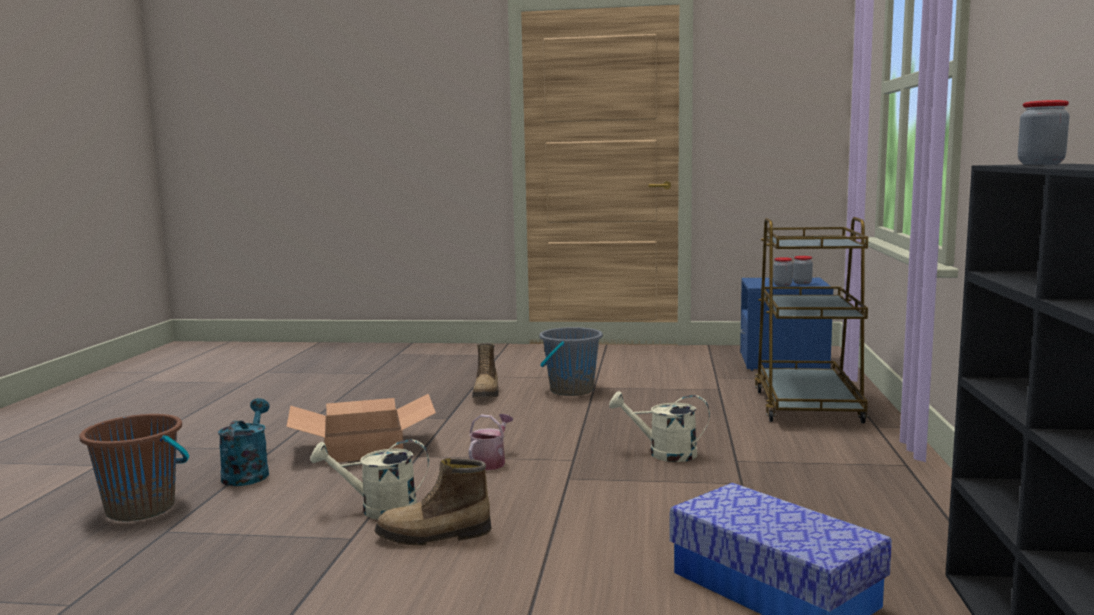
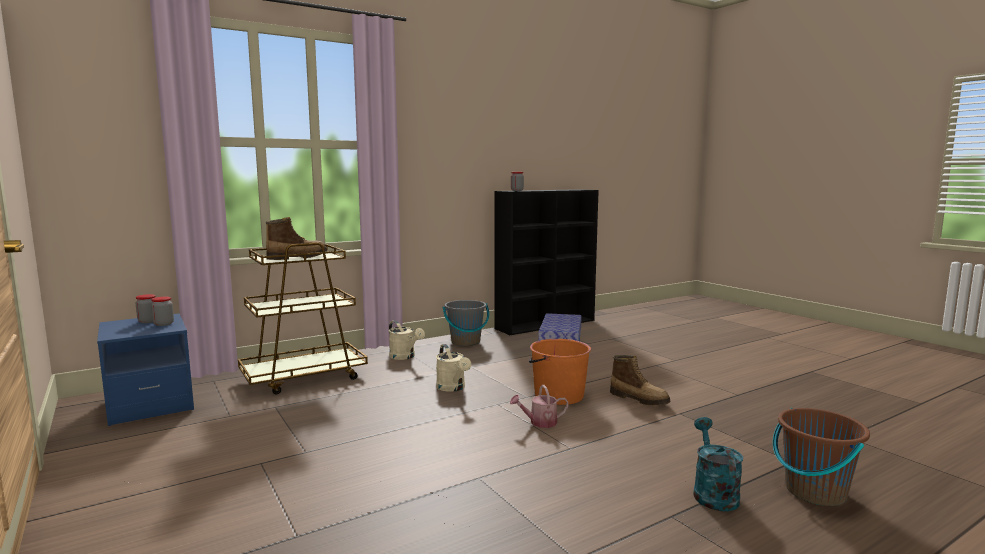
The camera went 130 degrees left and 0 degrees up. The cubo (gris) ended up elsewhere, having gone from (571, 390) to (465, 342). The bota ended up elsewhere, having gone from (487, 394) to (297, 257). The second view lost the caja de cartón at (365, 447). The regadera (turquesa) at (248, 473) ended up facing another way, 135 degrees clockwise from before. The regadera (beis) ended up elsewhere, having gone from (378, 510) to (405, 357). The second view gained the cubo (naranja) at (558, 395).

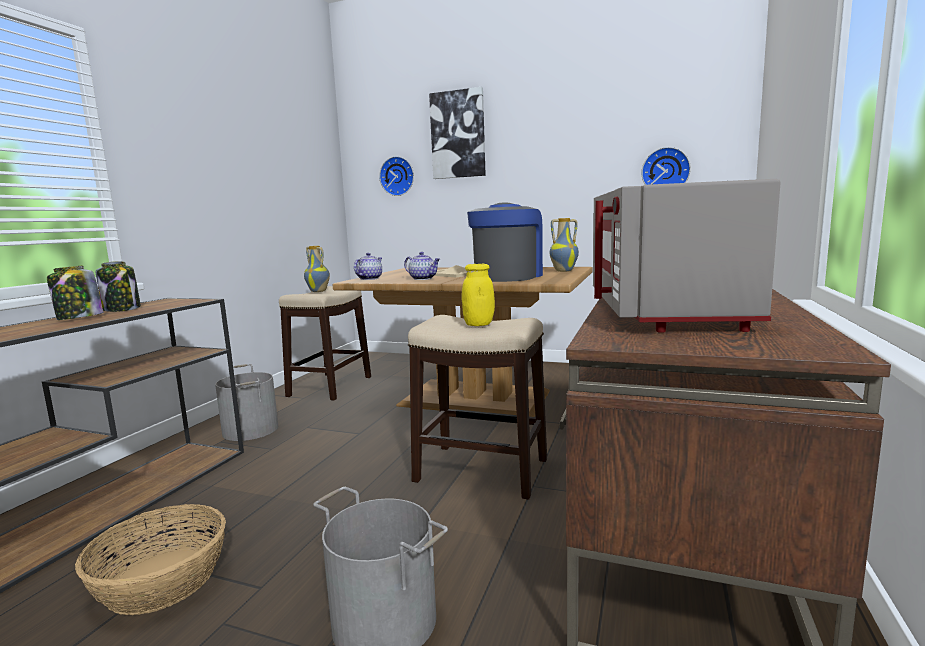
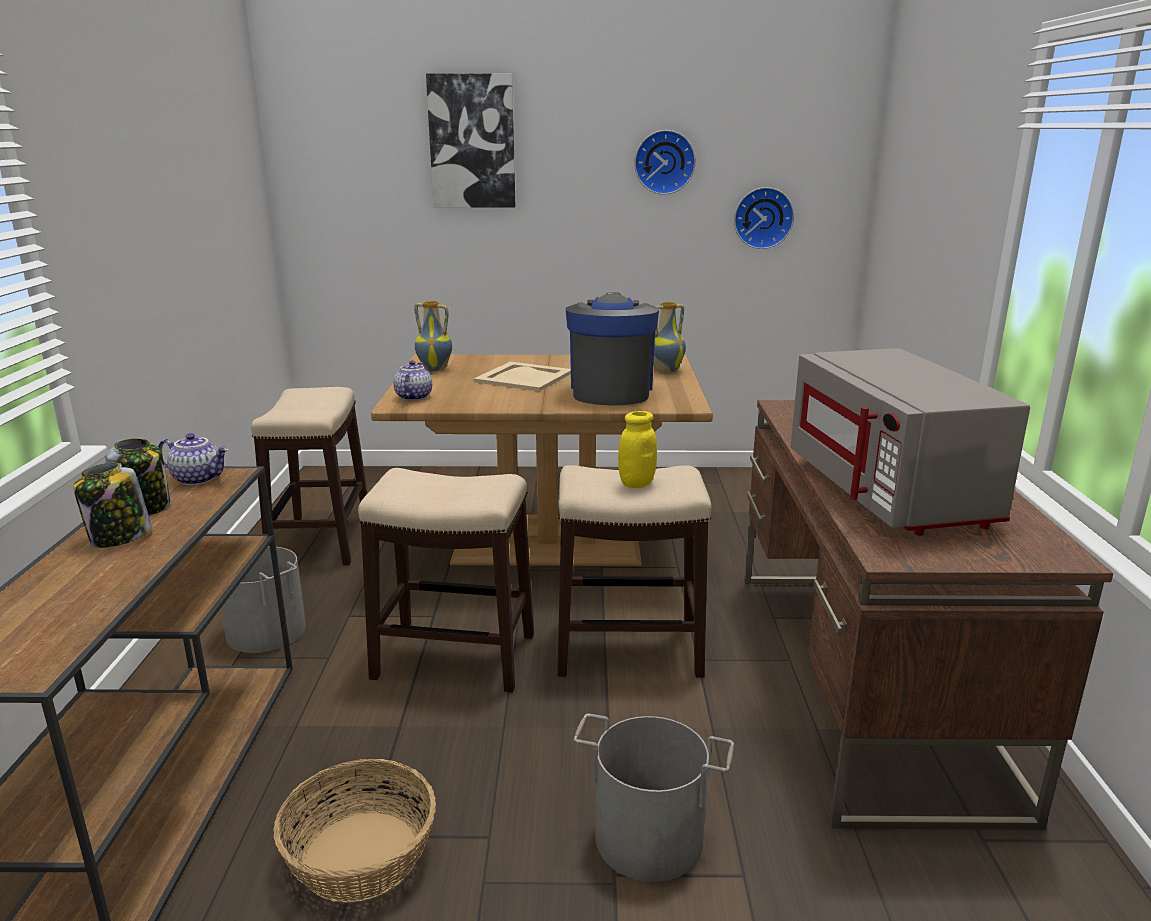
The camera went 20 degrees left and 10 degrees up. The reloj de pared ended up elsewhere, having gone from (398, 176) to (664, 162). The florero ended up elsewhere, having gone from (319, 291) to (435, 369). The tetera ended up elsewhere, having gone from (423, 279) to (199, 479). The second view gained the taburete at (453, 656).

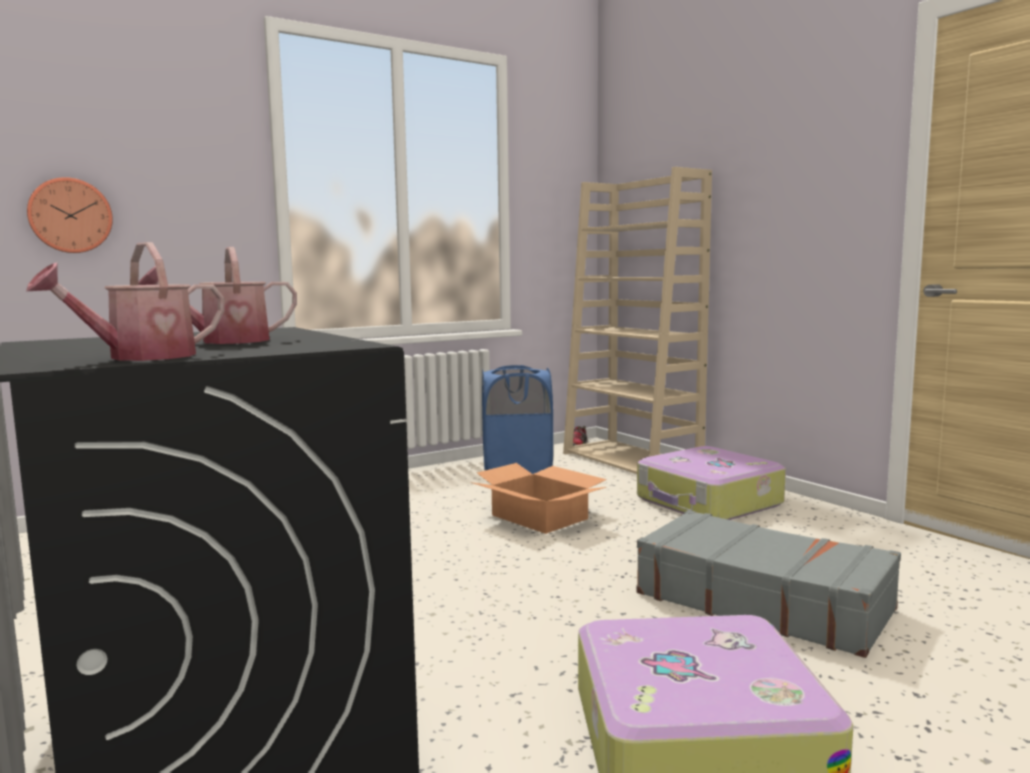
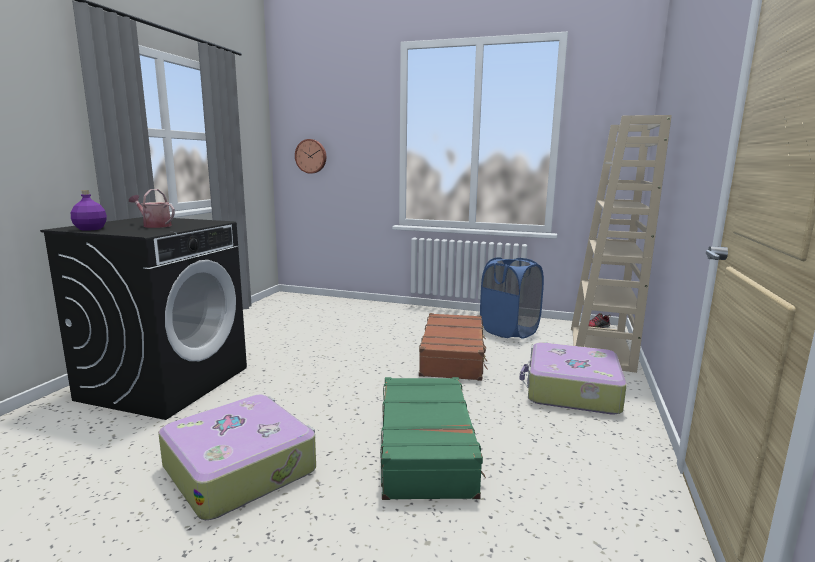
The camera went 50 degrees right and 5 degrees up. Where the regadera stood at (140, 357), the botella (morado) came to stand at (90, 229). Where the caja de cartón stood at (539, 517), the maleta (marrón) came to stand at (453, 356). What was the maleta (gris) at (762, 601) turned into the maleta (verde) at (427, 448).

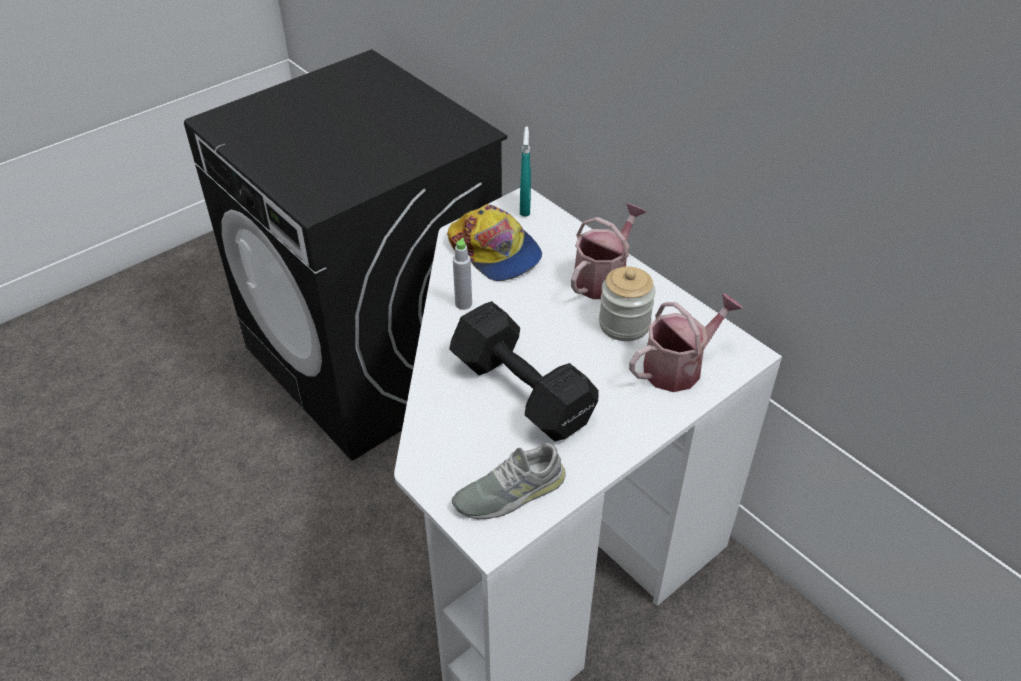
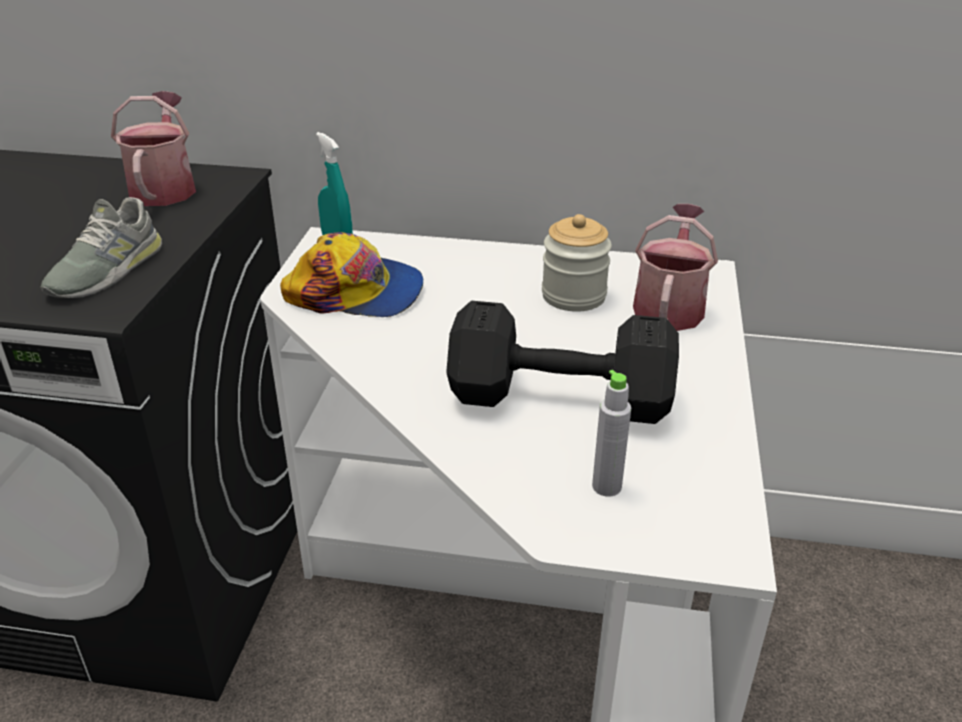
The camera went 40 degrees left and 10 degrees down. The regadera ended up elsewhere, having gone from (603, 277) to (164, 187). The botella (gris) ended up elsewhere, having gone from (463, 304) to (606, 486). The zapato (gris) ended up elsewhere, having gone from (510, 492) to (106, 270).

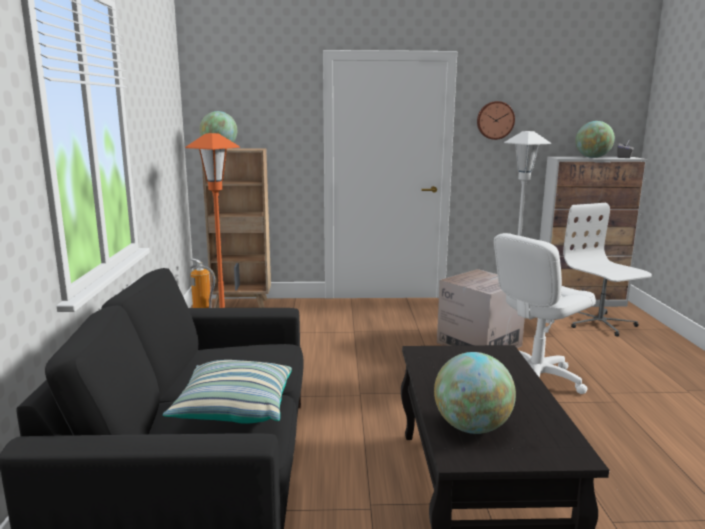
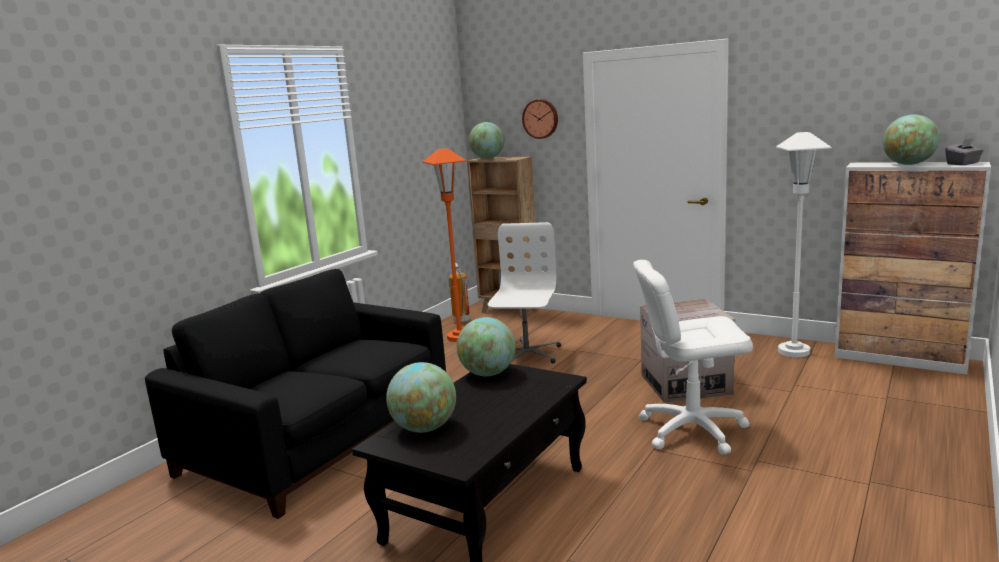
The camera went 35 degrees right and 0 degrees up. The reloj de pared ended up elsewhere, having gone from (495, 120) to (541, 119). The silla de oficina (blanco) ended up elsewhere, having gone from (599, 323) to (526, 354). The second view lost the cojín at (234, 409). The second view gained the globo terráqueo at (488, 373).

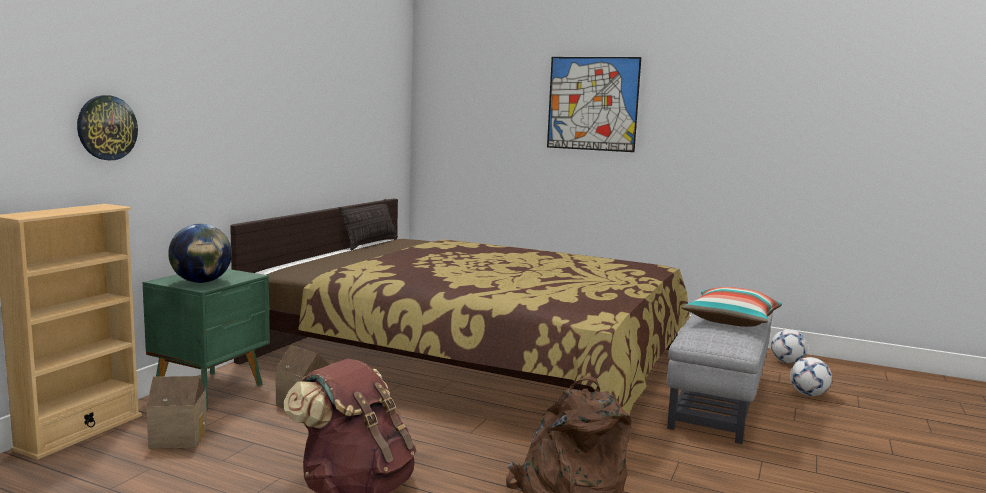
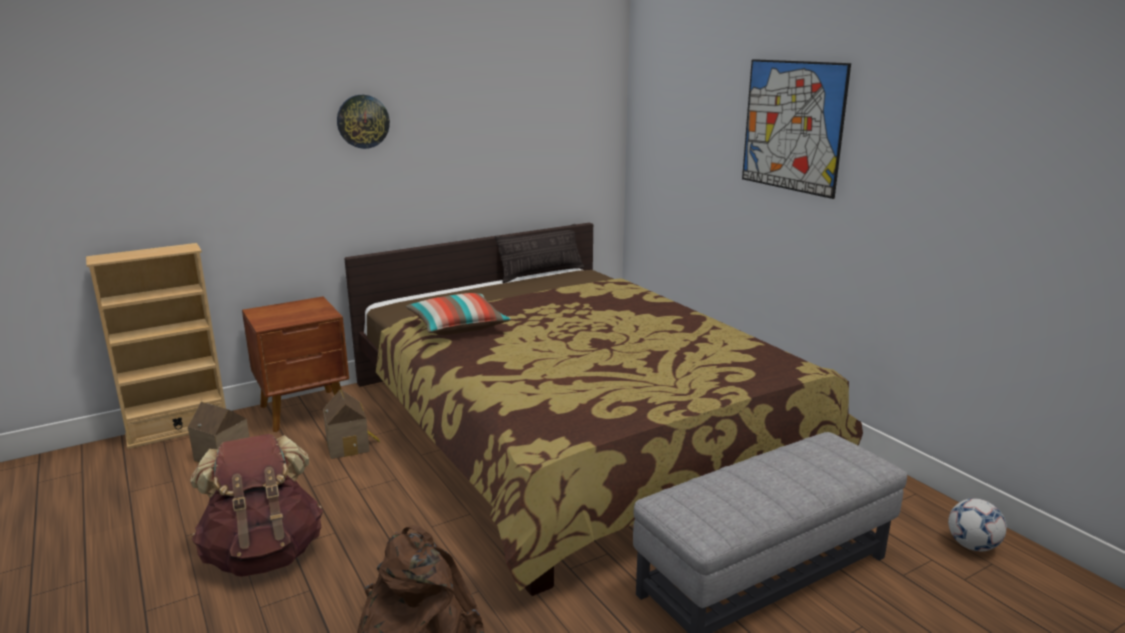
The camera went 35 degrees right and 10 degrees up. The reloj de pared ended up elsewhere, having gone from (107, 127) to (363, 121). The second view lost the globo terráqueo at (201, 282). What was the mesita de noche (verde) at (211, 390) turned into the mesita de noche (marrón) at (305, 410). The cojín ended up elsewhere, having gone from (731, 320) to (458, 327). The second view lost the balón de fútbol at (808, 394).

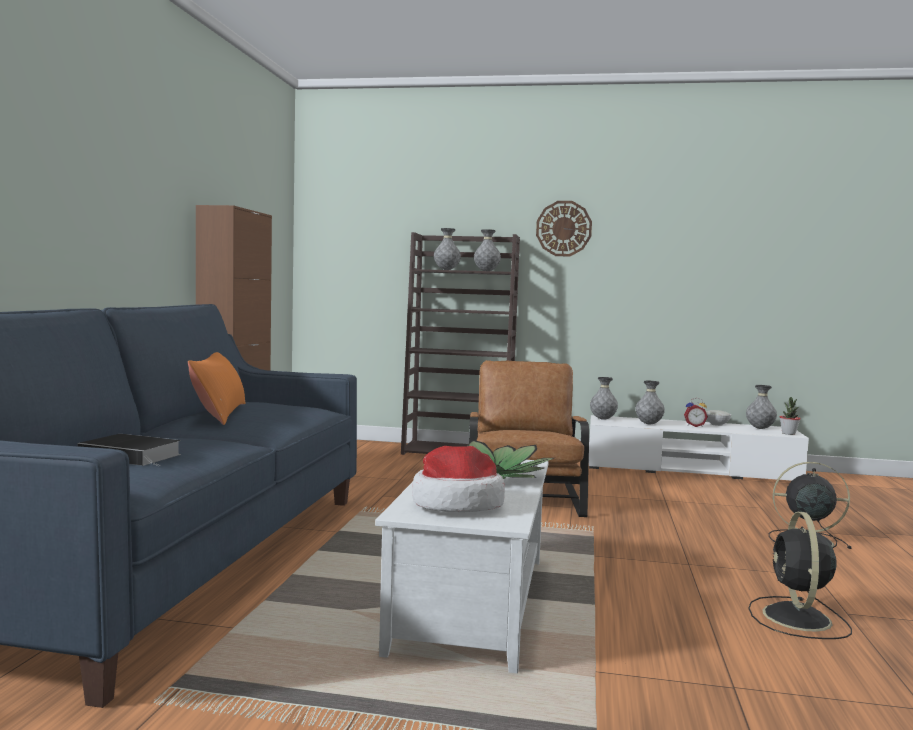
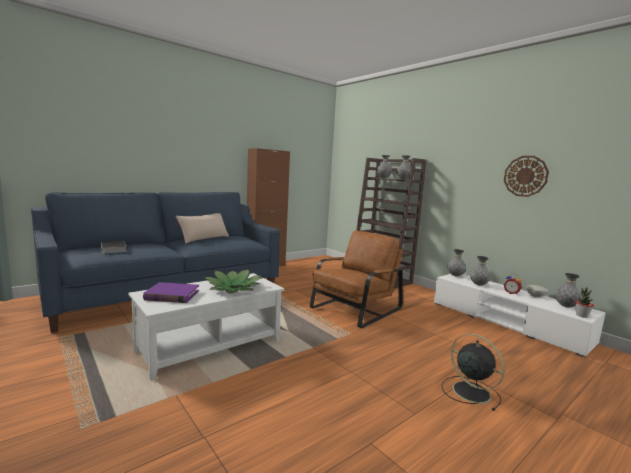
The camera went 40 degrees right and 5 degrees up. The reloj de pared ended up elsewhere, having gone from (563, 228) to (525, 176). What was the cojín (naranja) at (219, 413) turned into the cojín (beis) at (204, 239). Where the sombrero stood at (457, 504), the libro (morado) came to stand at (172, 295). The second view lost the ventilador (negro) at (797, 619).

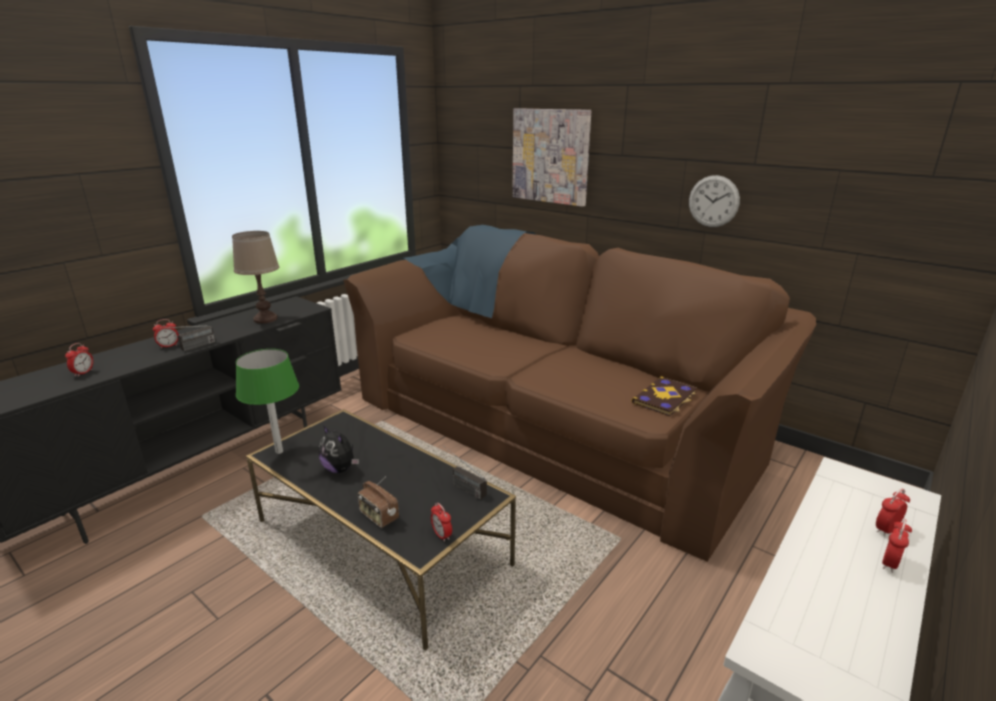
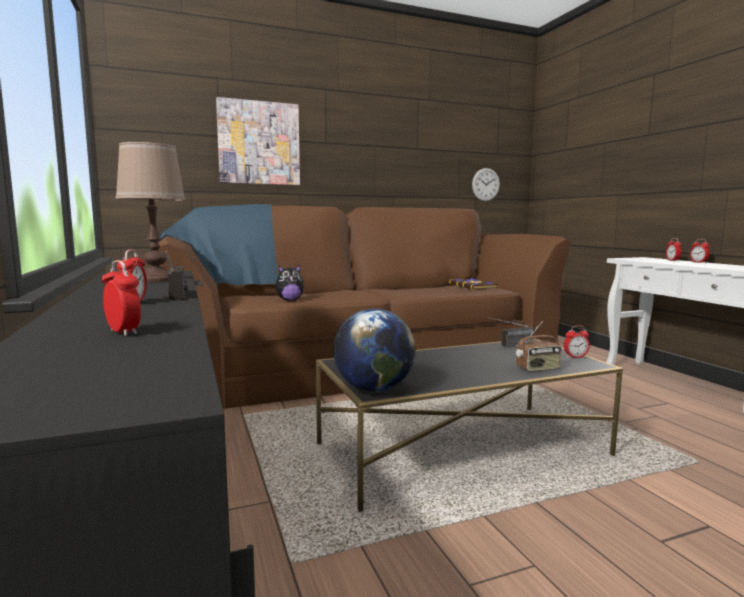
The camera went 60 degrees left and 15 degrees down. The reloj de pared ended up elsewhere, having gone from (713, 201) to (485, 184). Where the lámpara de mesa (verde) stood at (279, 451), the globo terráqueo came to stand at (373, 389). The peluche ended up elsewhere, having gone from (340, 469) to (290, 300).

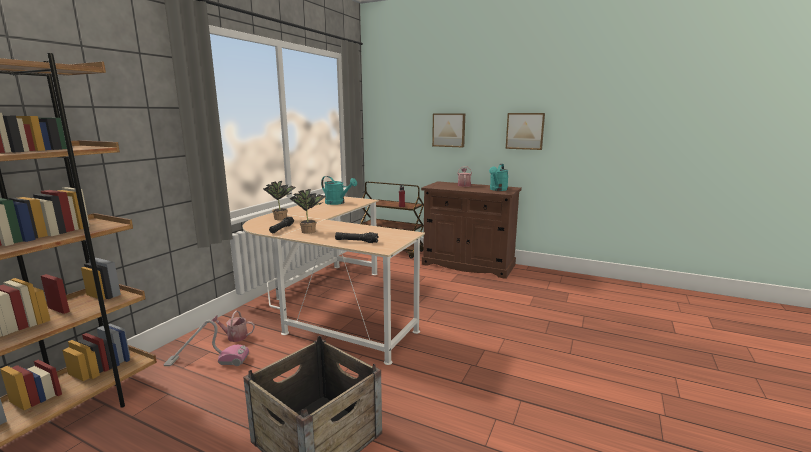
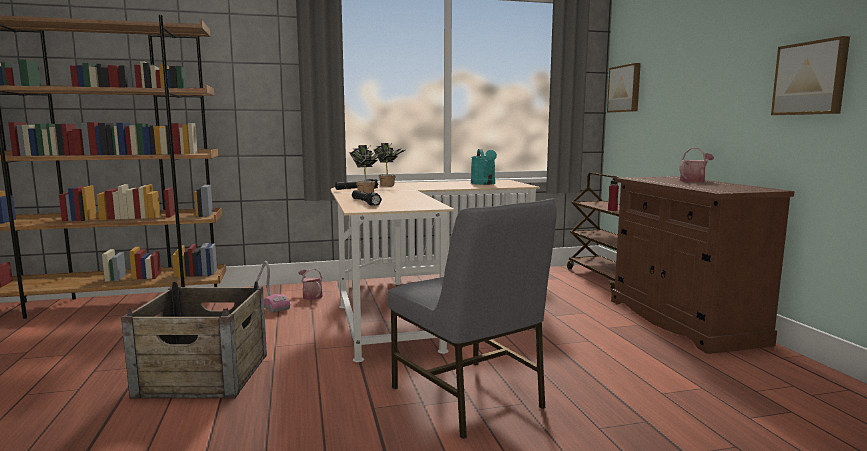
The camera went 50 degrees right and 5 degrees down. The cuadro ended up elsewhere, having gone from (449, 130) to (625, 89). The second view lost the regadera (turquesa) at (497, 190). The second view gained the silla (gris) at (469, 398).

